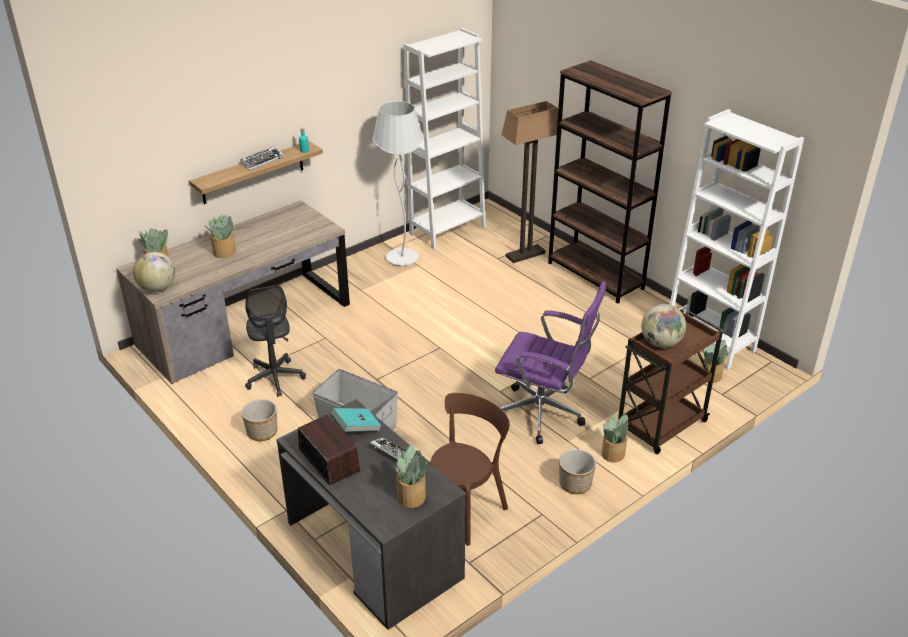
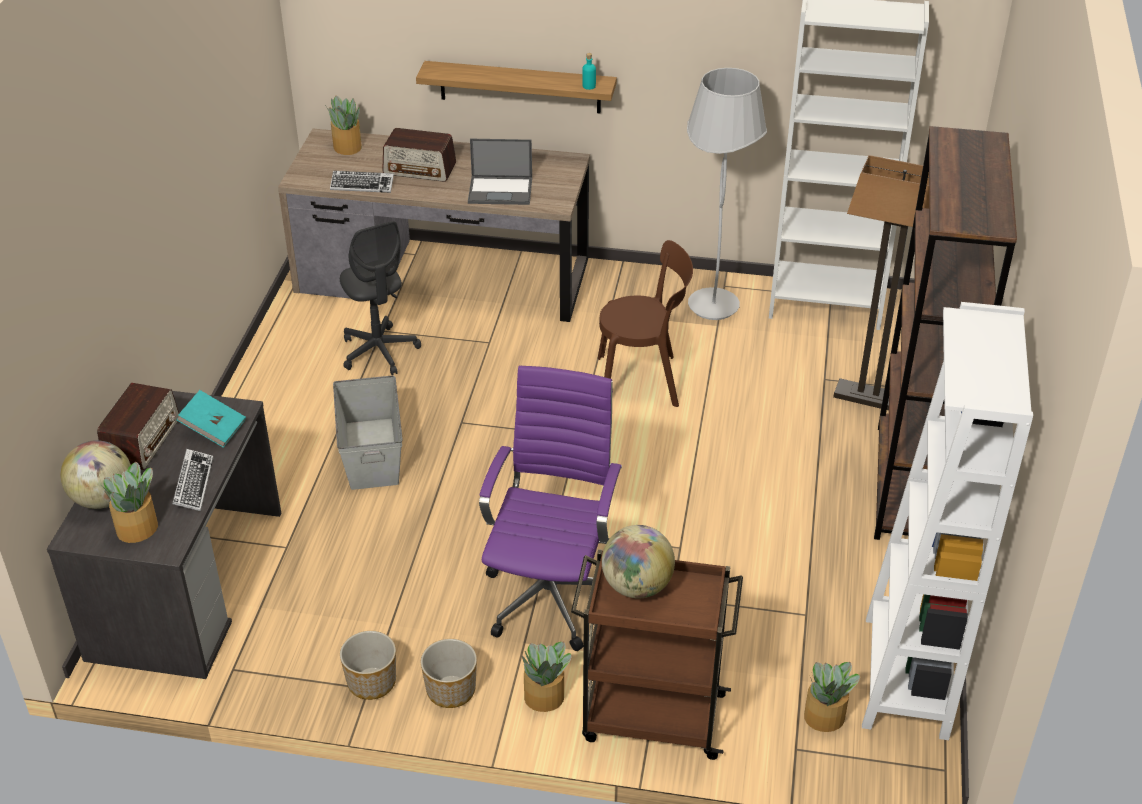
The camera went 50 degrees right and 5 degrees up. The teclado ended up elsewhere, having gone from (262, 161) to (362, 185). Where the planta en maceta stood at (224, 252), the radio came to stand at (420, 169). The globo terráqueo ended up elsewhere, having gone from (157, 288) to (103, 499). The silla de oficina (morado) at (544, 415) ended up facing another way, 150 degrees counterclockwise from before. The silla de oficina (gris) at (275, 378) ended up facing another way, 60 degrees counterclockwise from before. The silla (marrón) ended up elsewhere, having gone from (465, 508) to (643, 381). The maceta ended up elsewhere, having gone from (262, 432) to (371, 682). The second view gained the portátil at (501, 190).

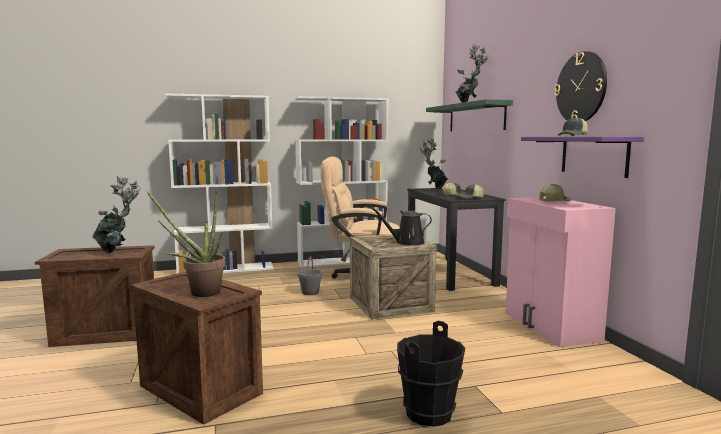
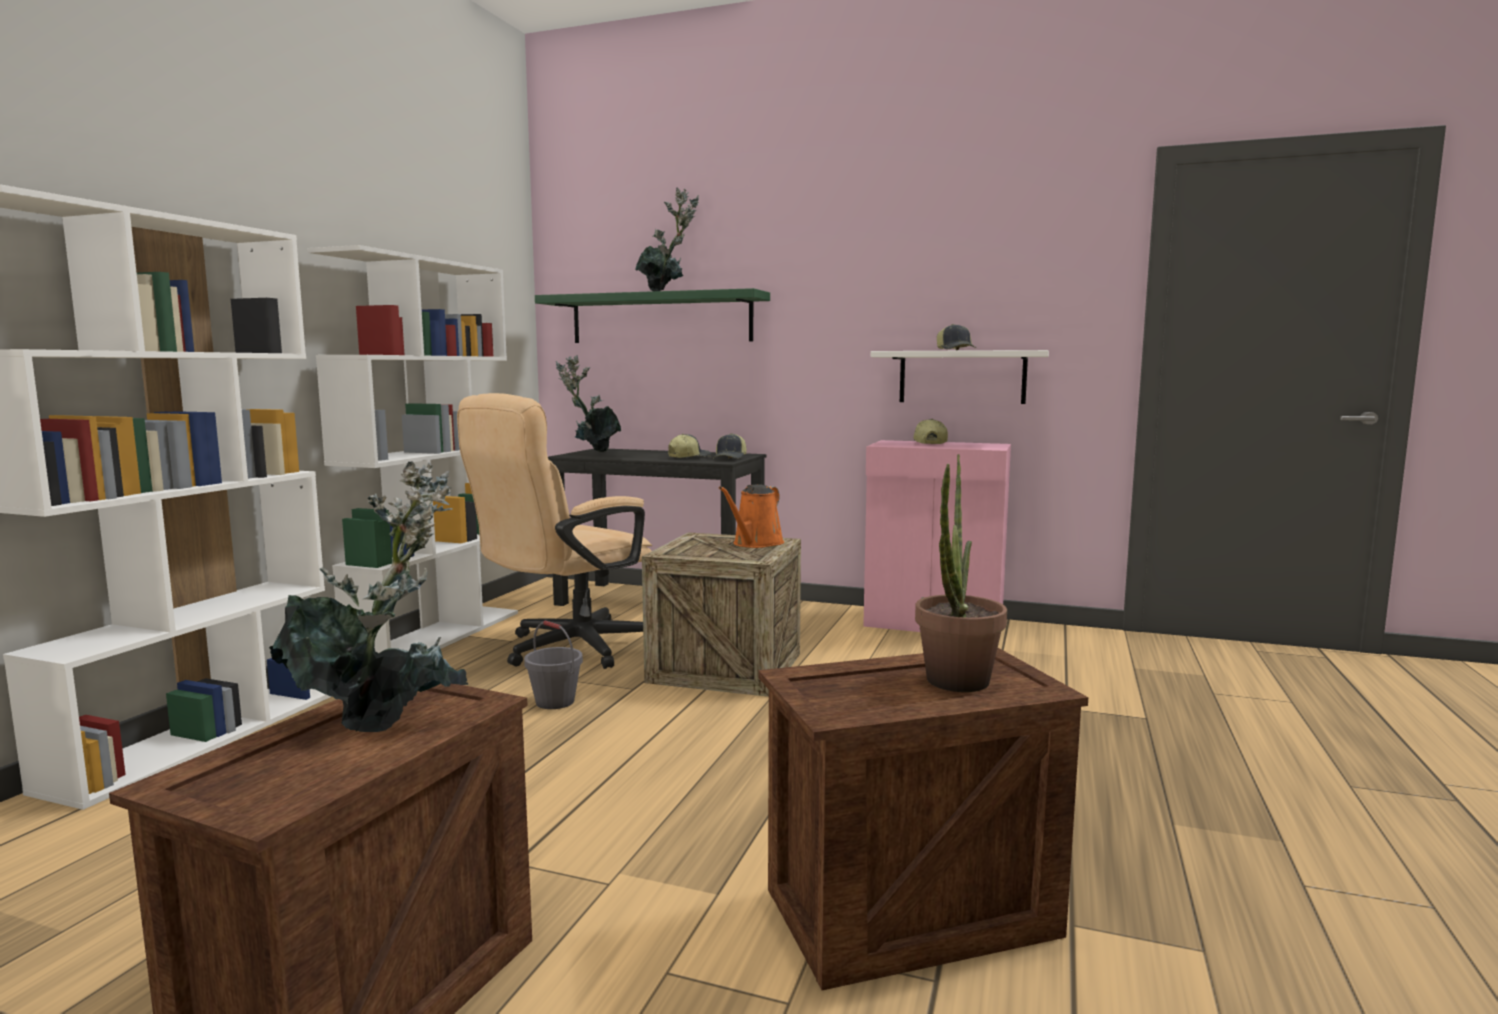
The camera went 55 degrees left and 0 degrees up. The second view lost the reloj de pared at (581, 87). What was the estante (morado) at (594, 155) turned into the estante (blanco) at (962, 377). What was the regadera (negro) at (407, 242) turned into the regadera (naranja) at (755, 544). The second view lost the cubo (negro) at (429, 413).

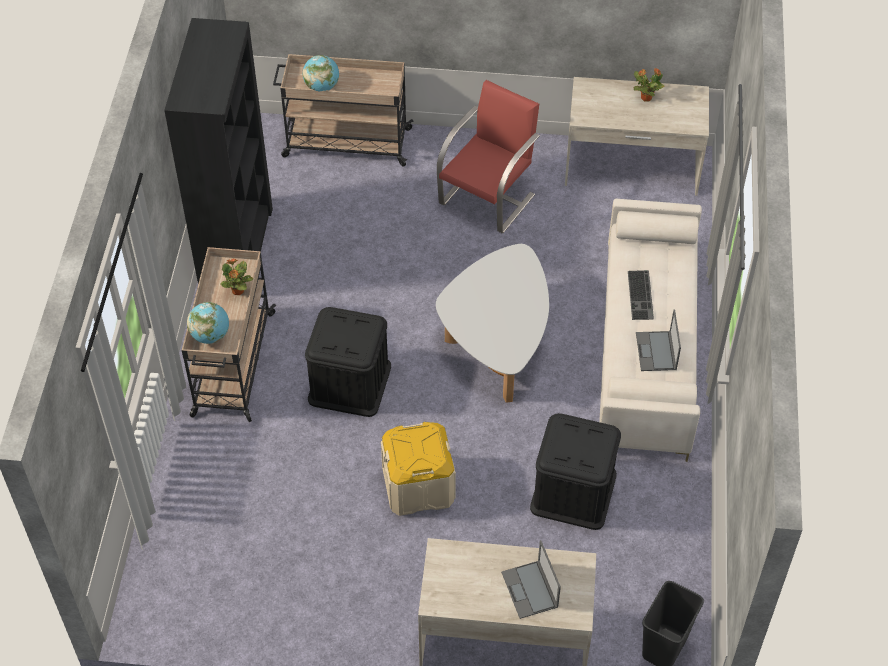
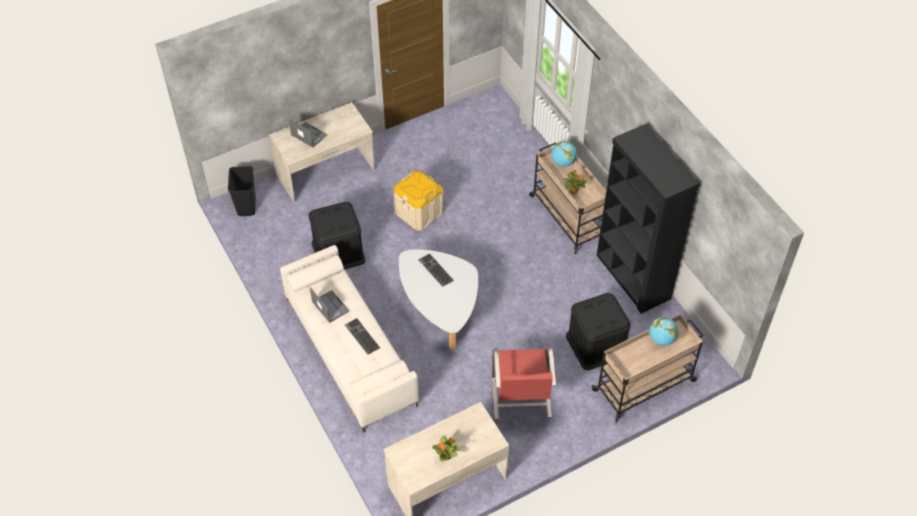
The camera went 145 degrees right and 0 degrees up. The caja de almacenaje (negro) ended up elsewhere, having gone from (349, 383) to (596, 344). The second view gained the teclado at (435, 270).

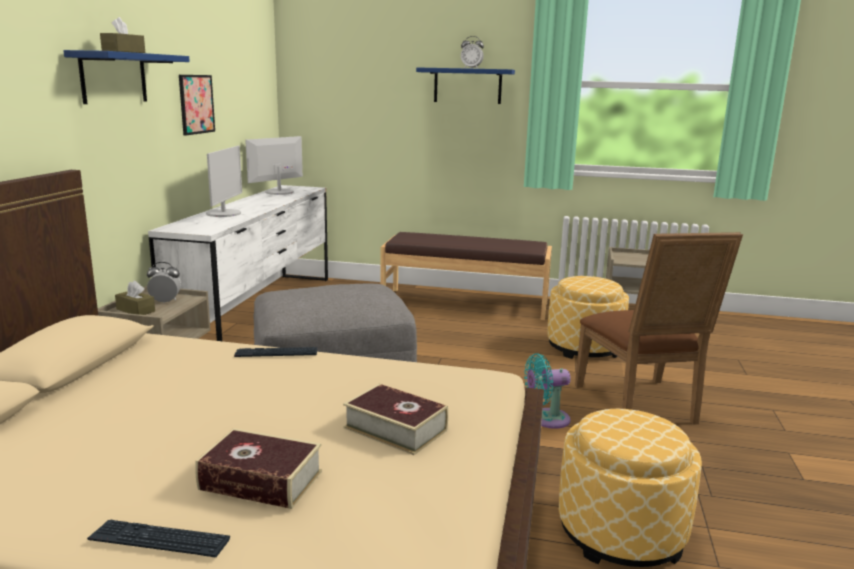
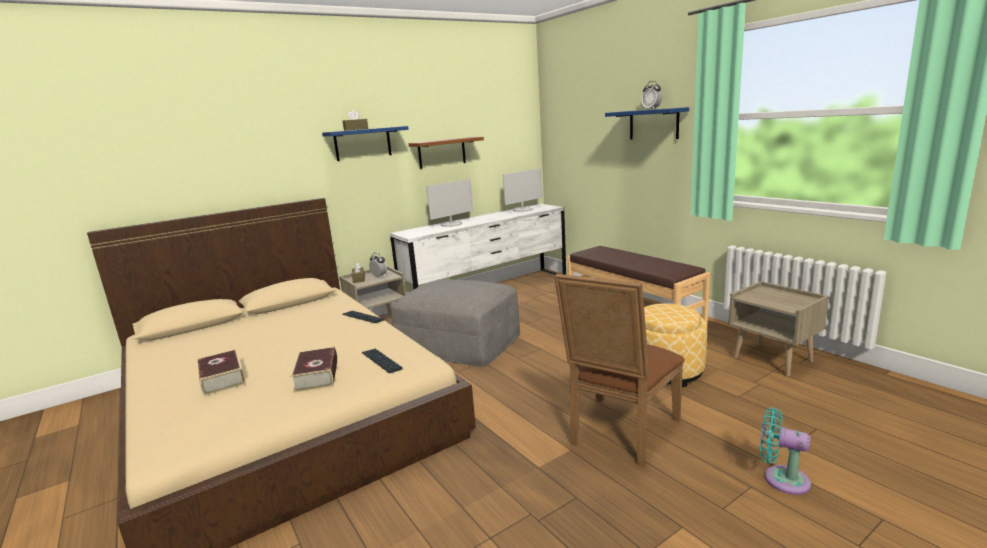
The camera went 45 degrees right and 0 degrees up. Where the cuadro hung at (196, 104), the estante (marrón) came to hang at (442, 152). The monitor at (278, 192) ended up facing another way, 150 degrees clockwise from before. The ventilador (turquesa) ended up elsewhere, having gone from (546, 419) to (781, 479). The second view lost the puf at (621, 532). The teclado ended up elsewhere, having gone from (159, 541) to (381, 361).

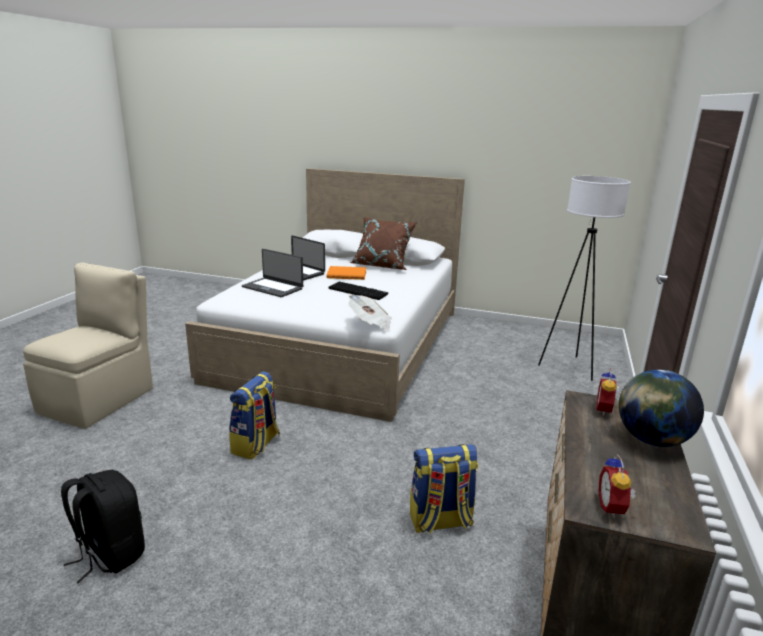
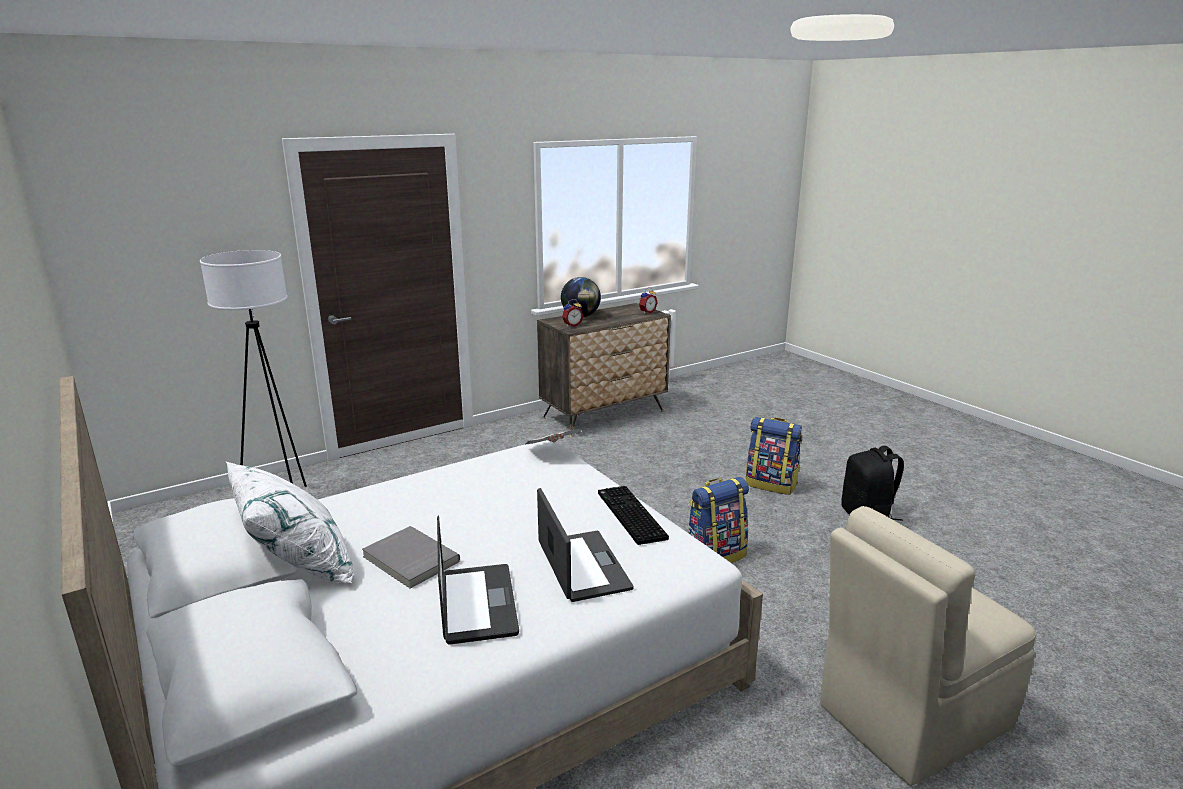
The camera went 140 degrees left and 0 degrees up. What was the cojín (marrón) at (382, 265) turned into the cojín (blanco) at (297, 566). What was the libro (naranja) at (347, 274) turned into the libro (gris) at (409, 560). The teclado ended up elsewhere, having gone from (359, 291) to (629, 515). The mochila ended up elsewhere, having gone from (440, 521) to (771, 484).

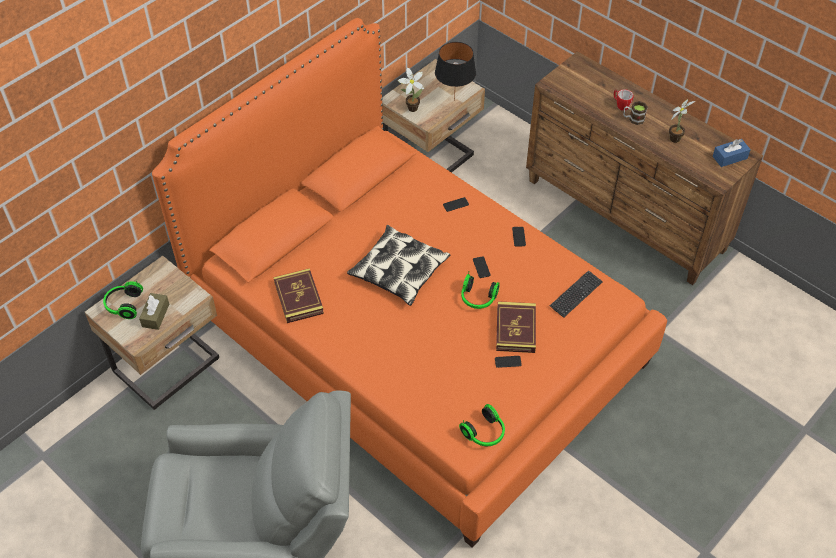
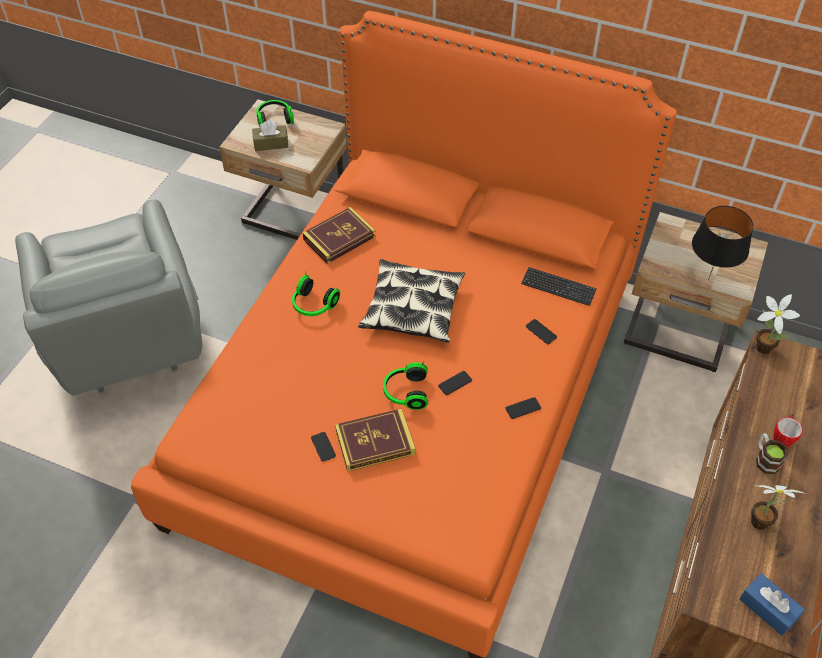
The camera went 70 degrees right and 0 degrees up. The planta en maceta ended up elsewhere, having gone from (411, 108) to (762, 346). The teclado ended up elsewhere, having gone from (576, 294) to (558, 287). The auriculares ended up elsewhere, having gone from (485, 433) to (313, 305).

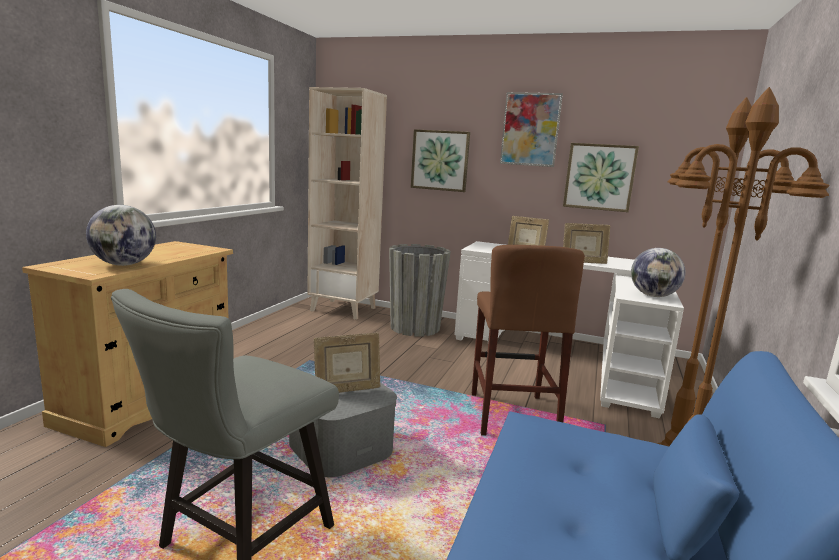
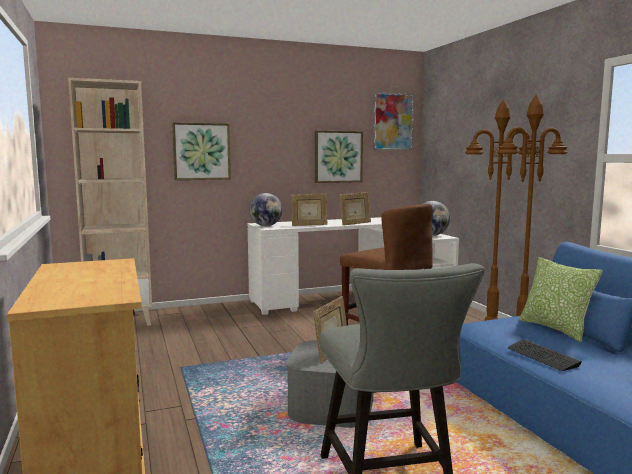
The camera went 40 degrees left and 5 degrees down. The cuadro ended up elsewhere, having gone from (530, 129) to (392, 121). The globo terráqueo ended up elsewhere, having gone from (124, 264) to (266, 226). The second view lost the maceta (gris) at (415, 328). The second view gained the cojín at (555, 329). The second view gained the teclado at (542, 356).

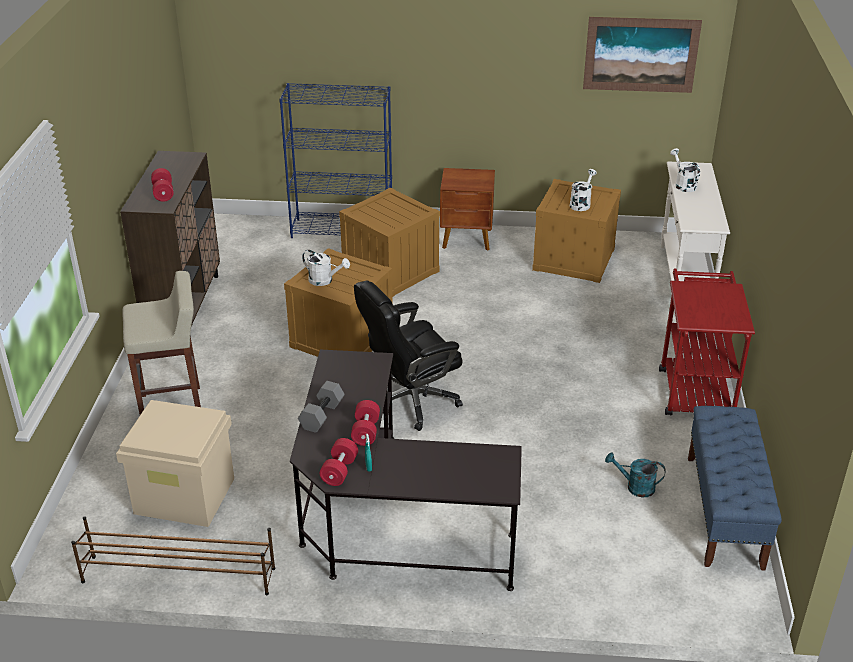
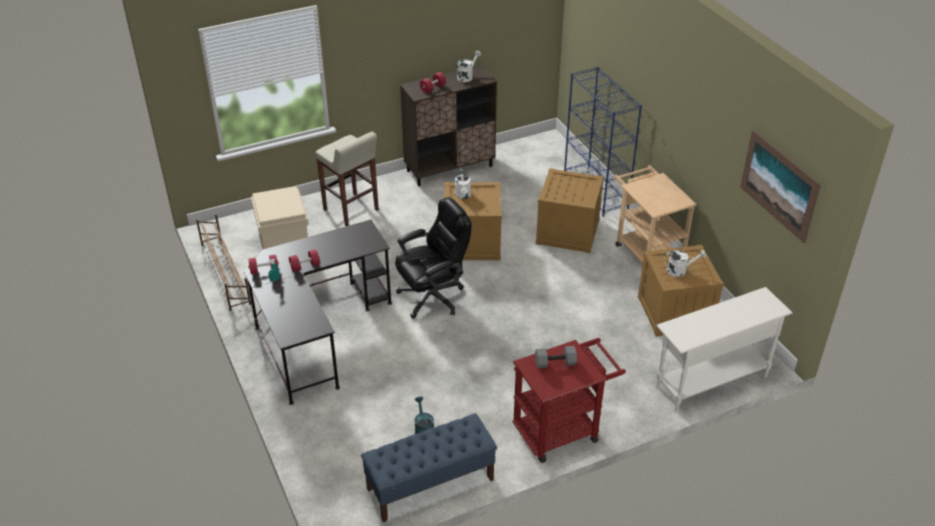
The camera went 60 degrees right and 5 degrees up. The regadera (blanco) ended up elsewhere, having gone from (683, 184) to (467, 76). Where the mesita de noche (marrón) stood at (467, 239), the carrito (beis) came to stand at (645, 250). The silla de oficina (negro) at (410, 401) ended up facing another way, 120 degrees clockwise from before. The mancuerna (gris) ended up elsewhere, having gone from (321, 415) to (555, 362).

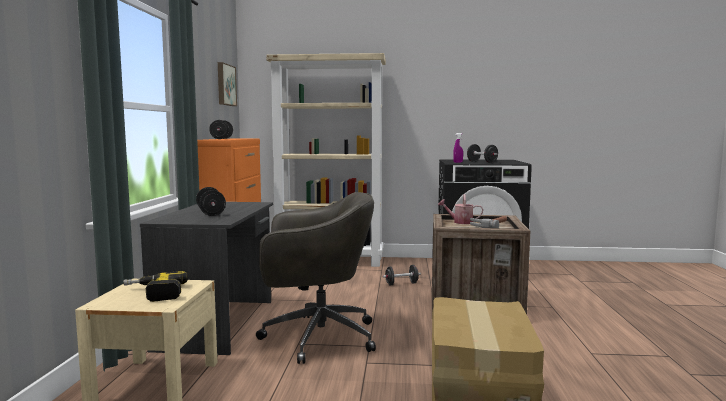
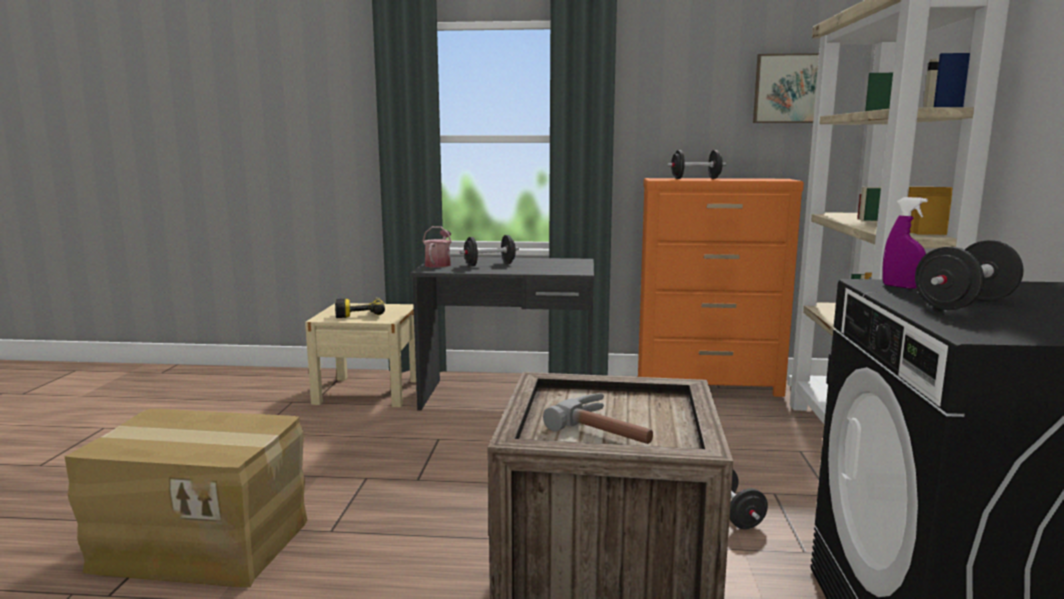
The camera went 90 degrees right and 5 degrees up. The second view lost the silla de oficina (gris) at (316, 337). The regadera ended up elsewhere, having gone from (460, 222) to (438, 264).

